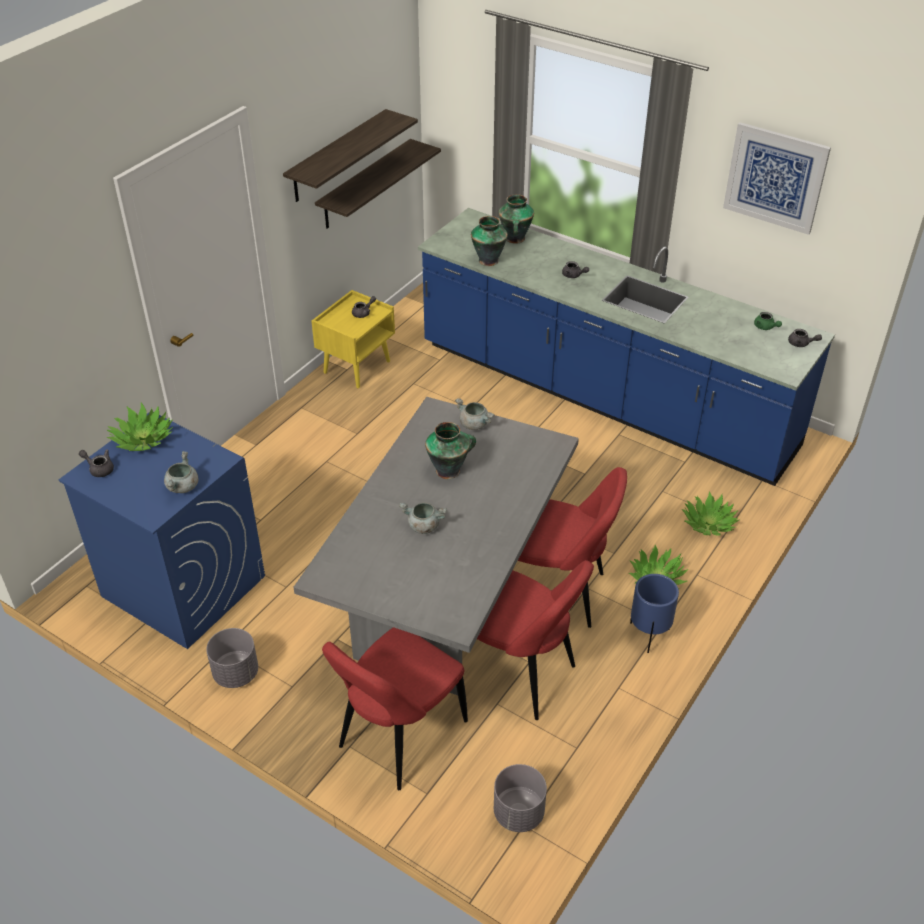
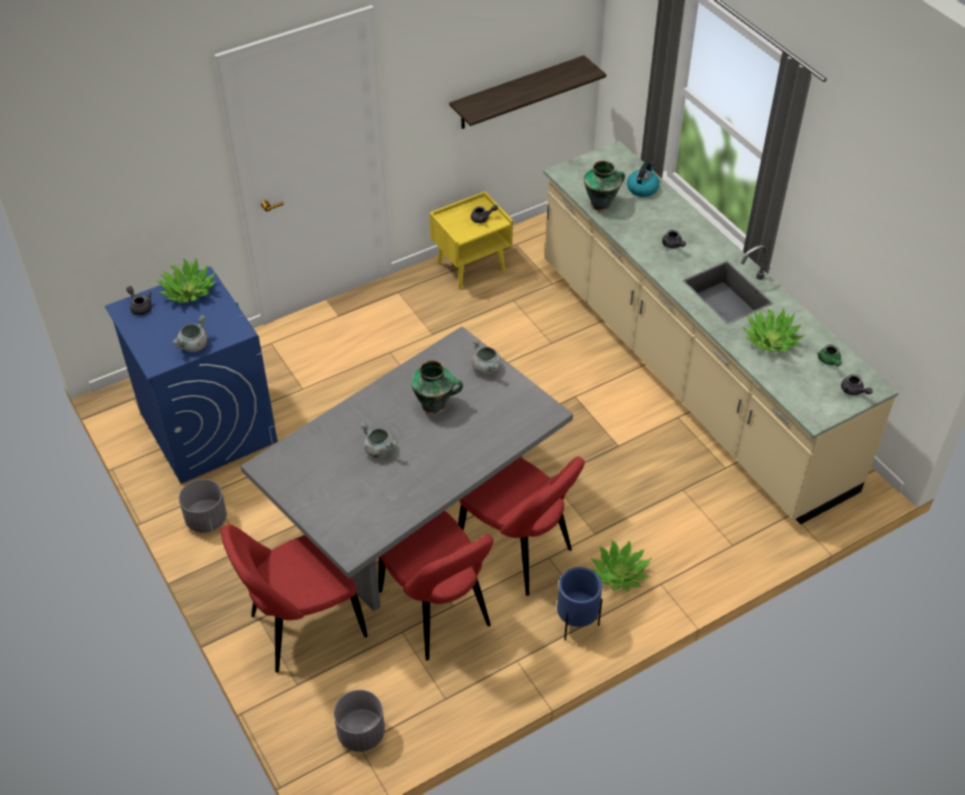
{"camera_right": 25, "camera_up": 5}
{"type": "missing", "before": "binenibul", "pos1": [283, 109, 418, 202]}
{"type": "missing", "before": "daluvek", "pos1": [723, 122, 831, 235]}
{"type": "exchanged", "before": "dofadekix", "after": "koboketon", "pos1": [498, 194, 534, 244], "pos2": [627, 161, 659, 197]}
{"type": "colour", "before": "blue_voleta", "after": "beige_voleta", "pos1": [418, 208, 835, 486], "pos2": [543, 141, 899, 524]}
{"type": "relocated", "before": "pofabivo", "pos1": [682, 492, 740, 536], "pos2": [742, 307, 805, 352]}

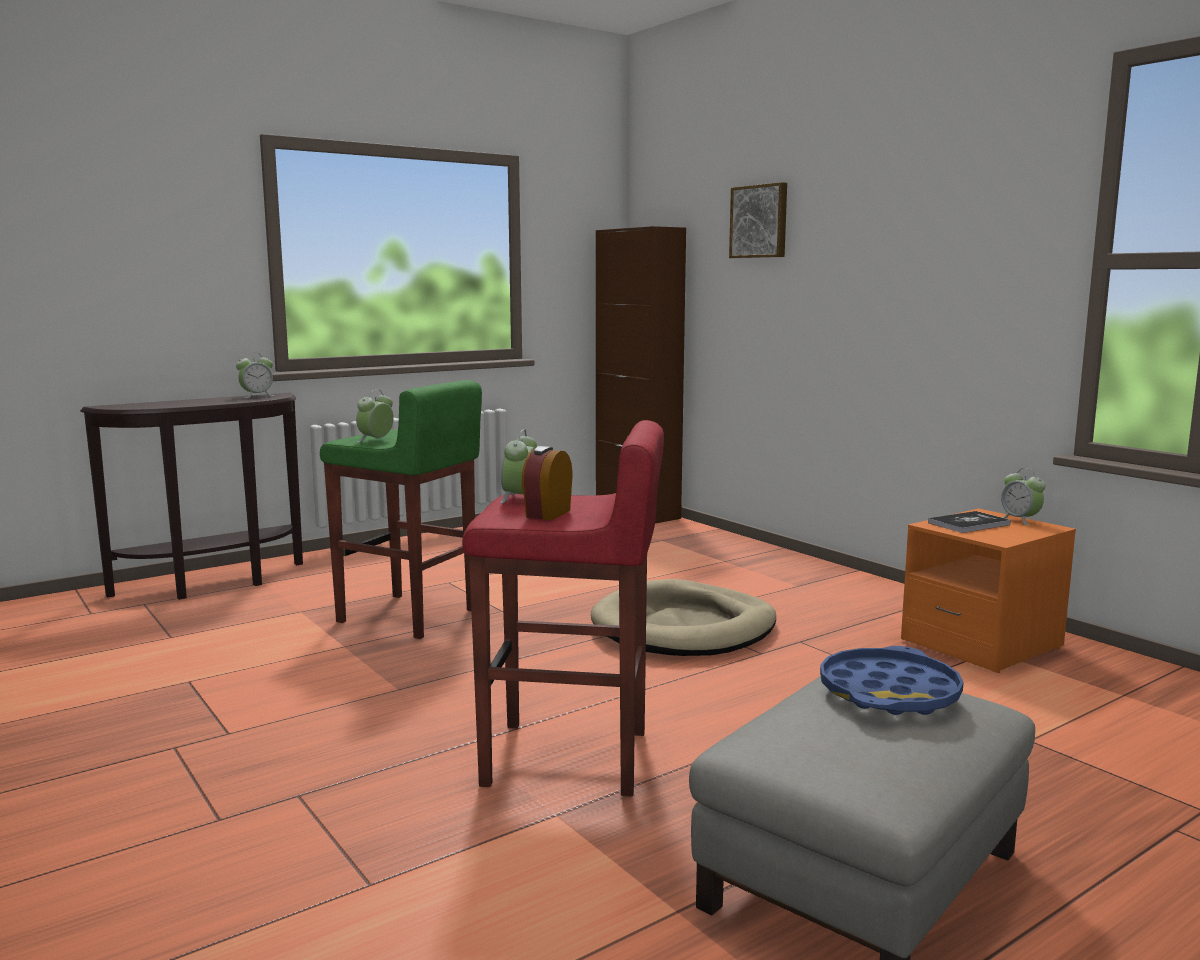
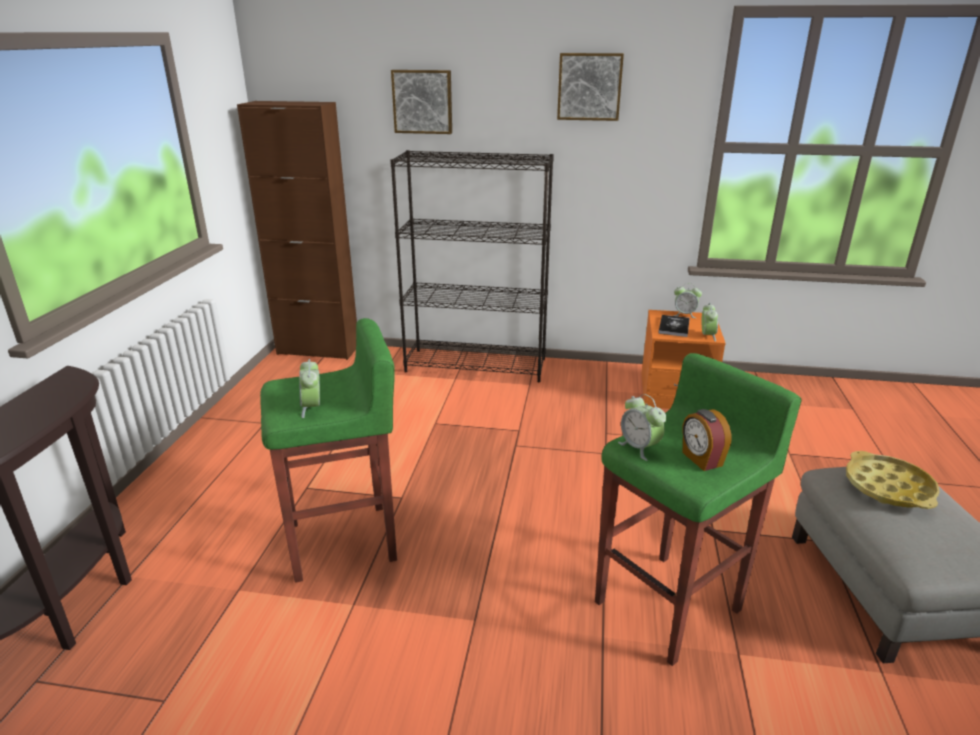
{"camera_right": -45, "camera_up": 15}
{"type": "relocated", "before": "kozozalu", "pos1": [236, 352, 273, 398], "pos2": [702, 303, 718, 342]}
{"type": "colour", "before": "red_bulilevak", "after": "green_bulilevak", "pos1": [462, 420, 664, 797], "pos2": [595, 353, 802, 666]}
{"type": "missing", "before": "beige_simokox", "pos1": [591, 579, 776, 656]}
{"type": "colour", "before": "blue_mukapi", "after": "yellow_mukapi", "pos1": [820, 646, 964, 715], "pos2": [846, 451, 940, 509]}
{"type": "appeared", "after": "daluvek", "pos2": [557, 53, 624, 121]}
{"type": "appeared", "after": "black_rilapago", "pos2": [390, 150, 554, 382]}

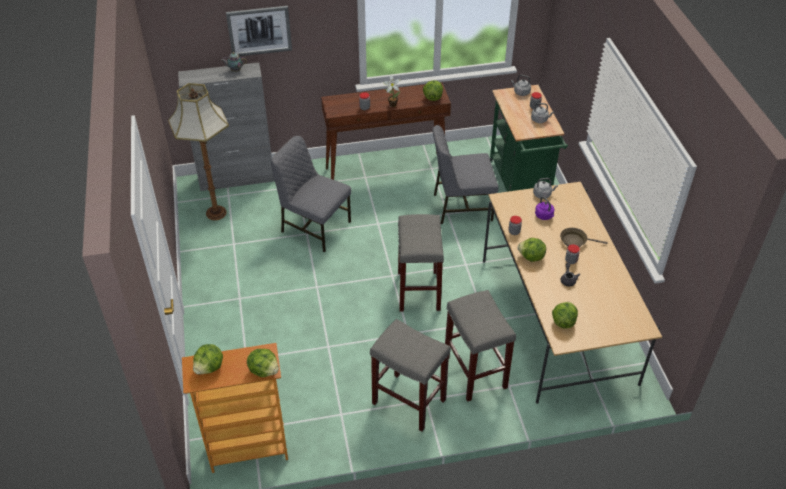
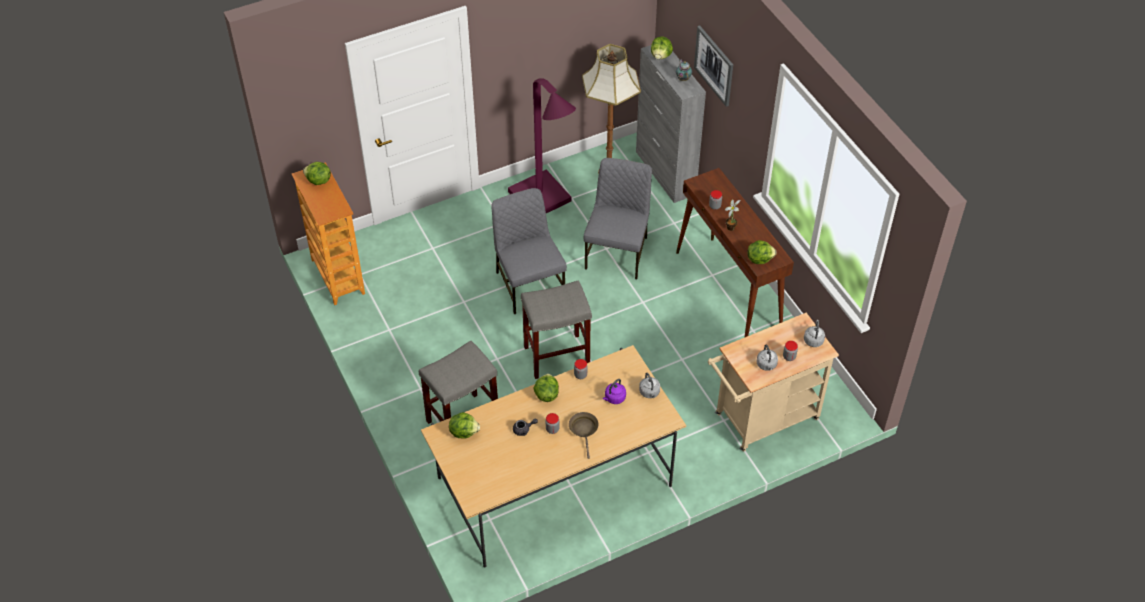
{"camera_right": 75, "camera_up": 5}
{"type": "colour", "before": "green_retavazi", "after": "beige_retavazi", "pos1": [490, 85, 568, 192], "pos2": [708, 313, 839, 452]}
{"type": "relocated", "before": "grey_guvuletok", "pos1": [433, 125, 499, 224], "pos2": [491, 188, 567, 314]}
{"type": "missing", "before": "grey_bulilevak", "pos1": [370, 319, 451, 431]}
{"type": "relocated", "before": "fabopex", "pos1": [247, 349, 279, 377], "pos2": [651, 36, 673, 60]}
{"type": "appeared", "after": "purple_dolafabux", "pos2": [508, 78, 576, 213]}

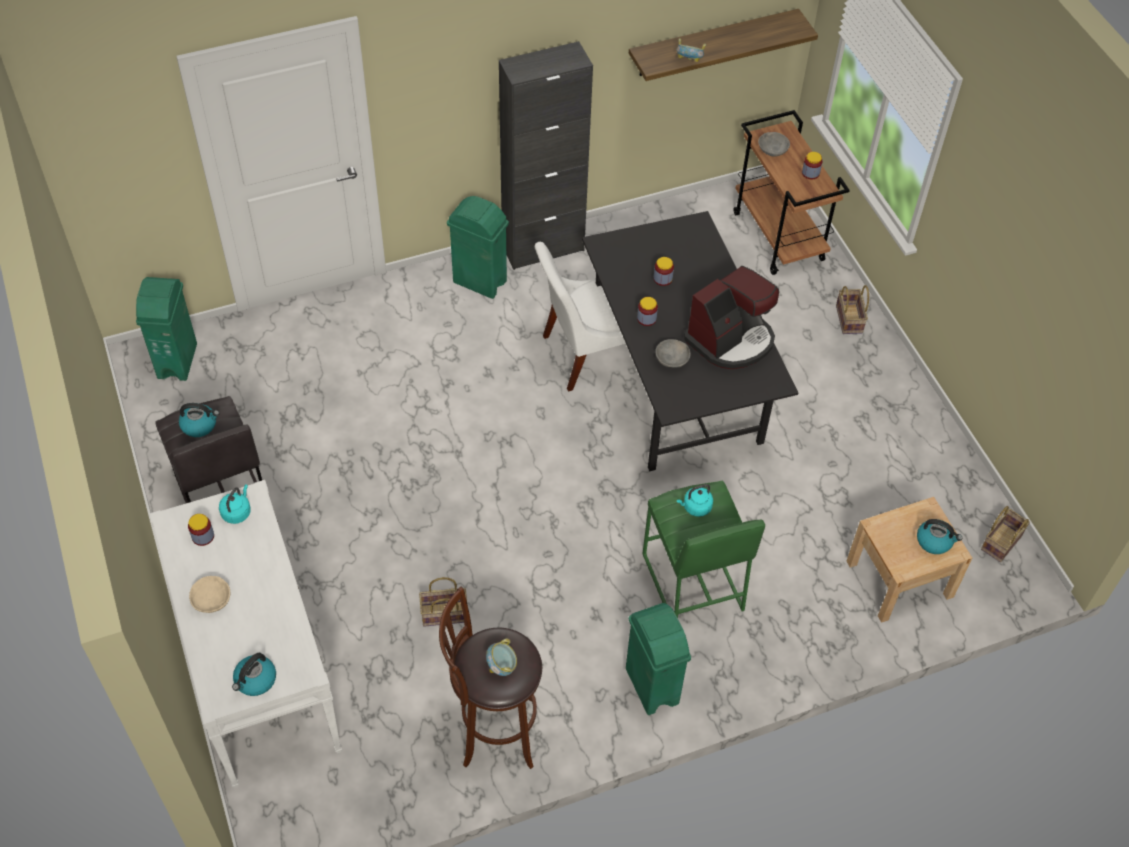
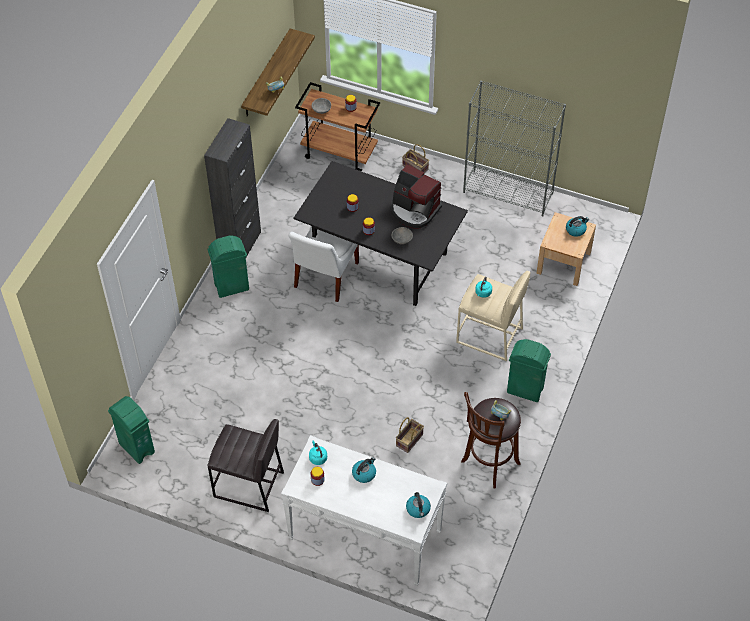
{"camera_right": -45, "camera_up": 0}
{"type": "spun", "before": "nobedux", "pos1": [684, 266, 779, 369], "pos2": [391, 165, 442, 228], "turn": 120}
{"type": "relocated", "before": "koboketon", "pos1": [179, 403, 220, 437], "pos2": [352, 457, 376, 483]}
{"type": "colour", "before": "green_bulilevak", "after": "beige_bulilevak", "pos1": [642, 481, 765, 618], "pos2": [456, 271, 531, 361]}
{"type": "missing", "before": "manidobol", "pos1": [981, 506, 1030, 562]}
{"type": "missing", "before": "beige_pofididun", "pos1": [189, 576, 230, 613]}
{"type": "appeared", "after": "grey_rilapago", "pos2": [463, 80, 566, 217]}

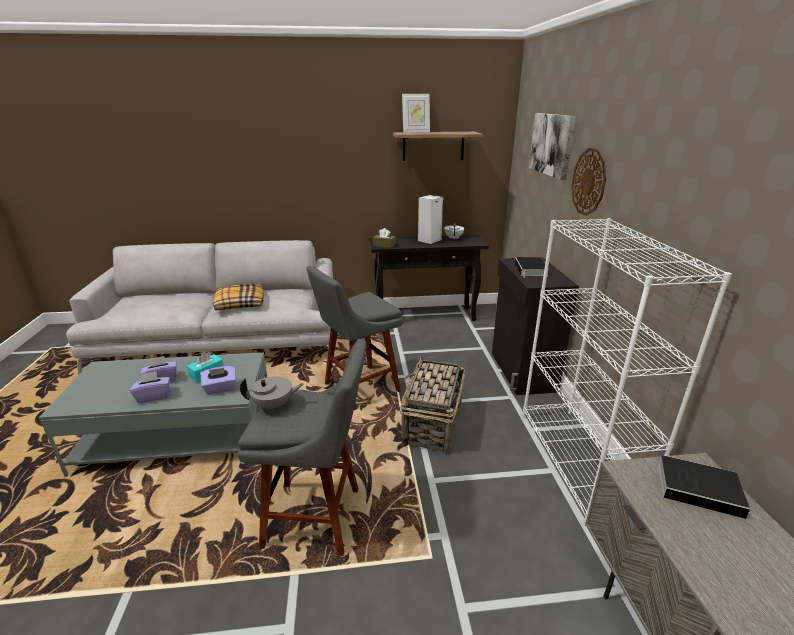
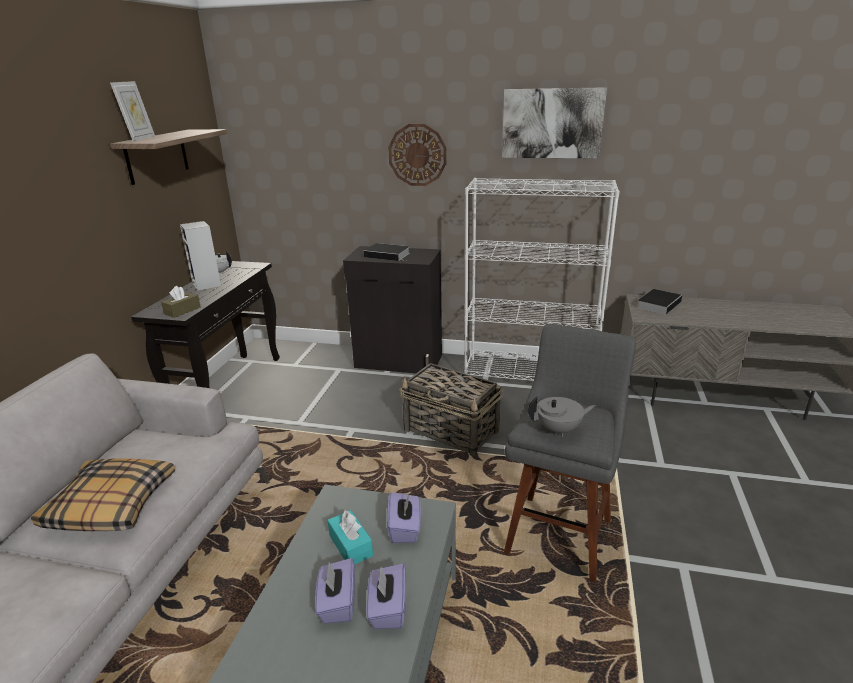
{"camera_right": -70, "camera_up": 0}
{"type": "relocated", "before": "daluvek", "pos1": [529, 113, 576, 180], "pos2": [502, 87, 607, 159]}
{"type": "missing", "before": "grey_bulilevak", "pos1": [306, 266, 403, 410]}
{"type": "spun", "before": "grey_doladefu", "pos1": [240, 376, 304, 412], "pos2": [528, 397, 595, 437], "turn": 75}

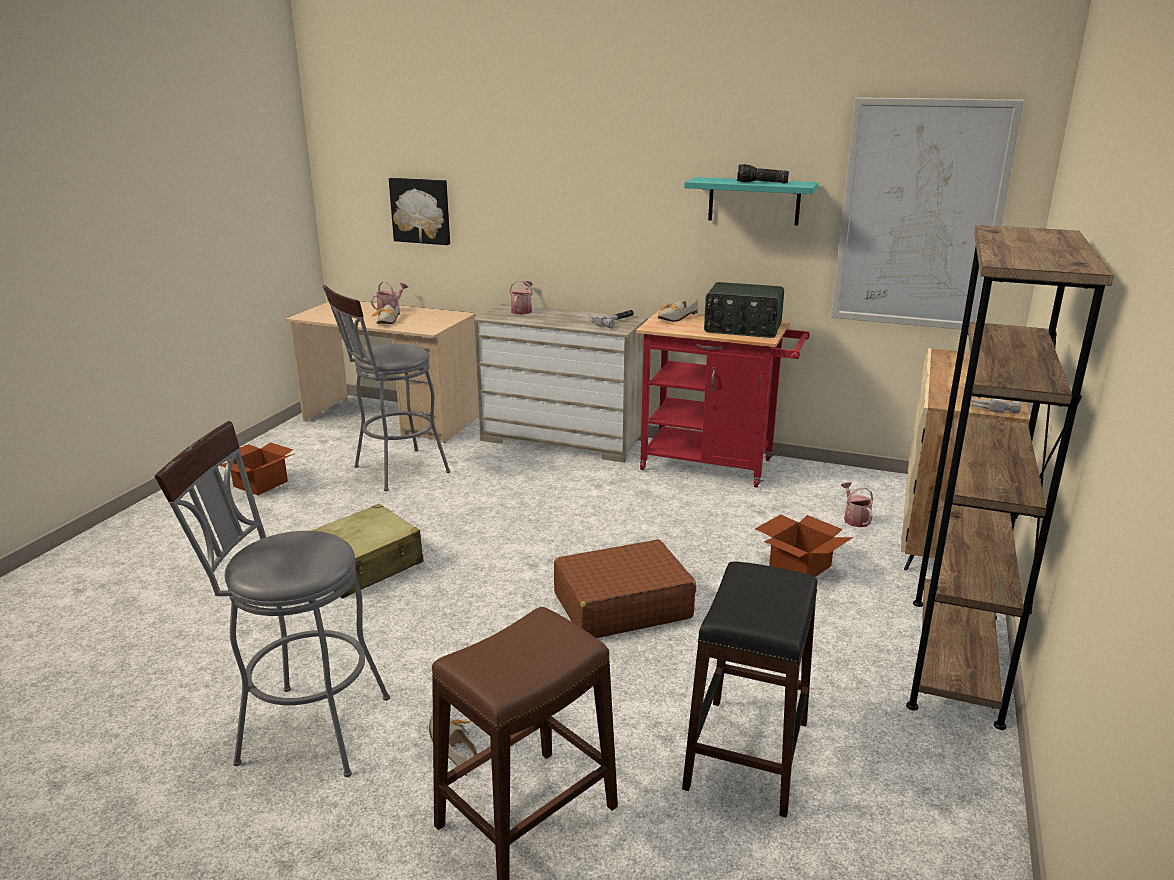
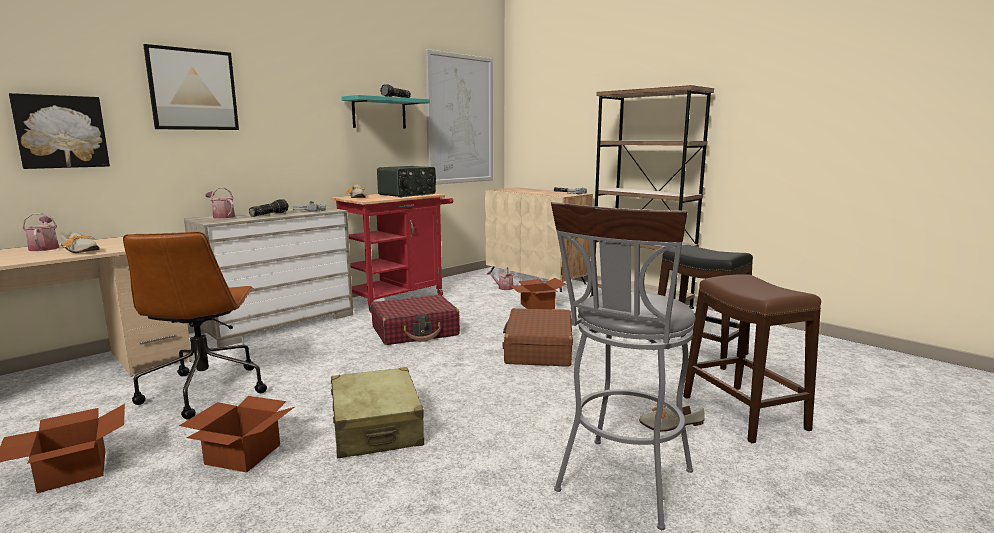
{"camera_right": -65, "camera_up": -10}
{"type": "exchanged", "before": "grey_bulilevak", "after": "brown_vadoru", "pos1": [323, 285, 450, 491], "pos2": [123, 232, 267, 420]}
{"type": "appeared", "after": "daluvek", "pos2": [143, 44, 239, 130]}
{"type": "appeared", "after": "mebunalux", "pos2": [249, 199, 289, 217]}
{"type": "appeared", "after": "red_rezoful", "pos2": [371, 295, 460, 345]}
{"type": "appeared", "after": "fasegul", "pos2": [179, 396, 294, 472]}

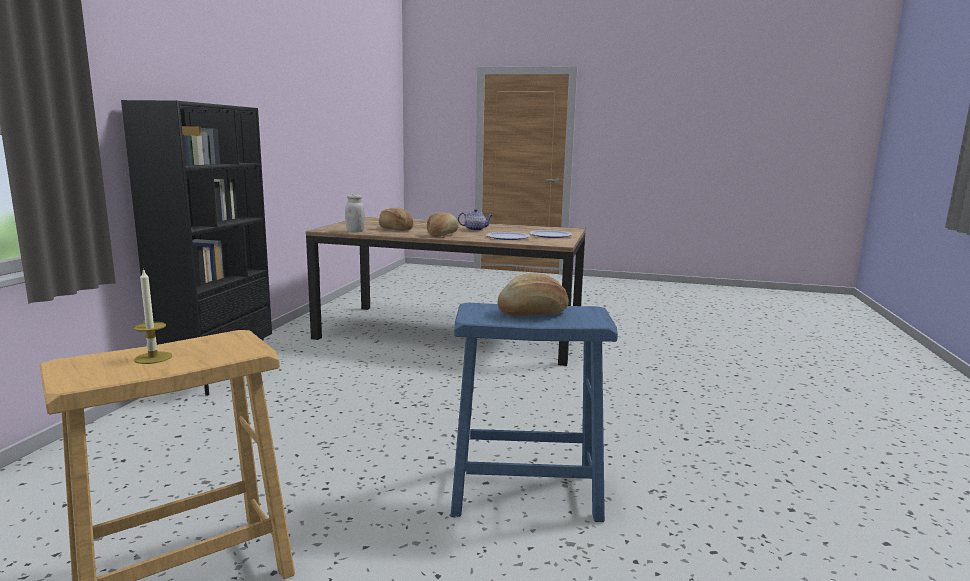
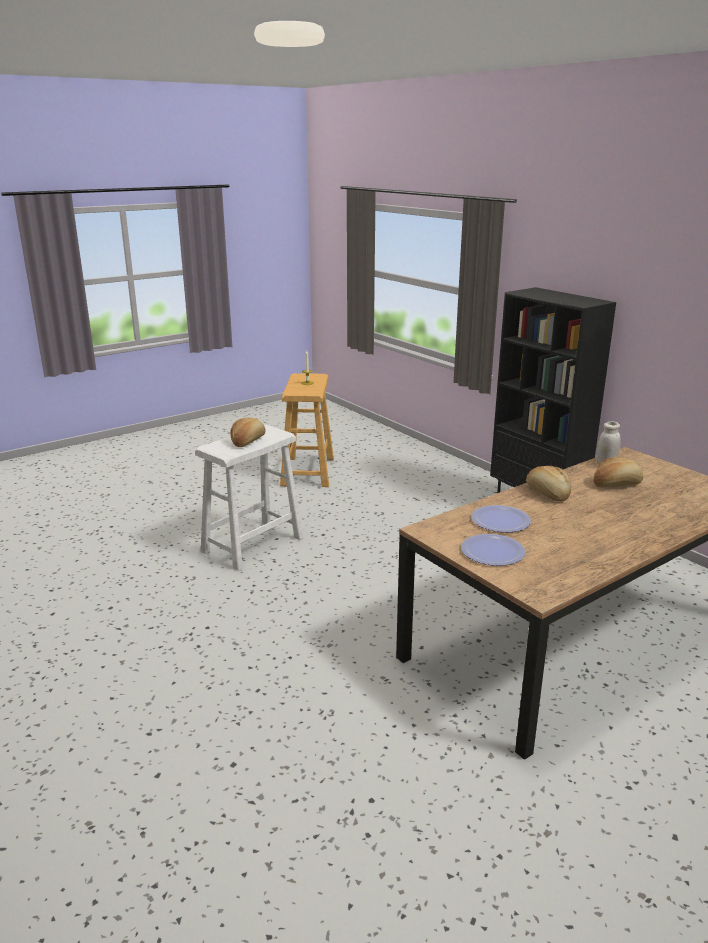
{"camera_right": 130, "camera_up": 10}
{"type": "missing", "before": "doladefu", "pos1": [458, 209, 493, 231]}
{"type": "colour", "before": "blue_bulilevak", "after": "white_bulilevak", "pos1": [451, 303, 618, 522], "pos2": [195, 425, 303, 571]}

